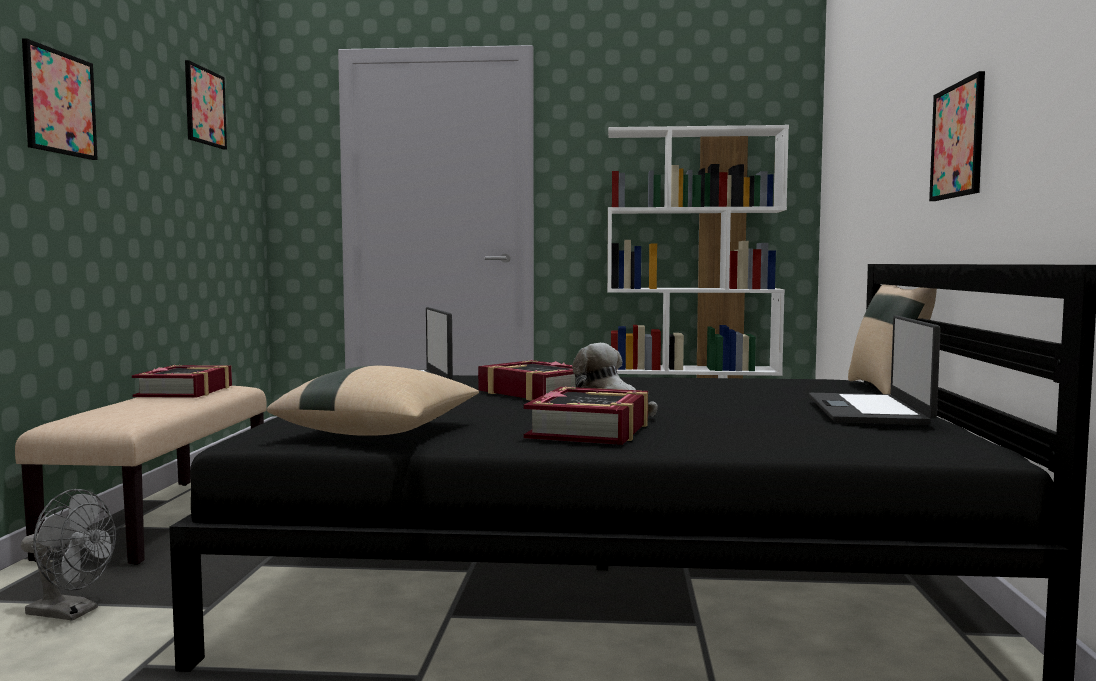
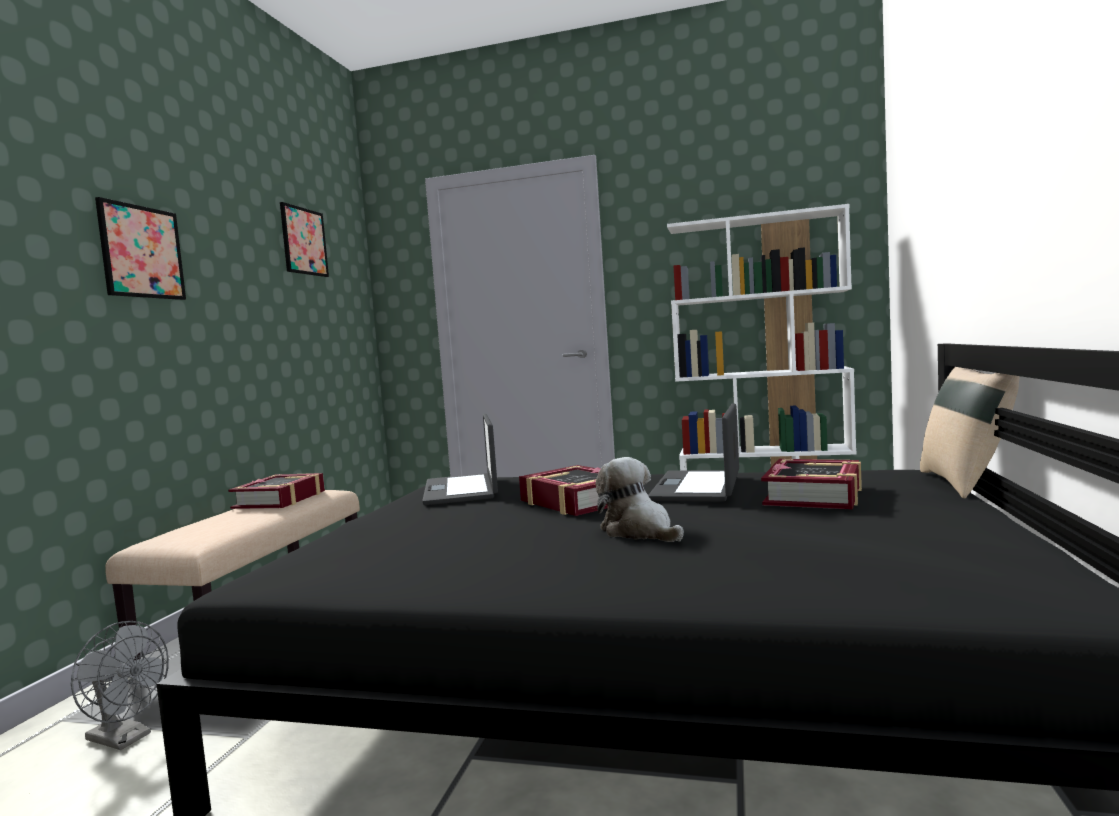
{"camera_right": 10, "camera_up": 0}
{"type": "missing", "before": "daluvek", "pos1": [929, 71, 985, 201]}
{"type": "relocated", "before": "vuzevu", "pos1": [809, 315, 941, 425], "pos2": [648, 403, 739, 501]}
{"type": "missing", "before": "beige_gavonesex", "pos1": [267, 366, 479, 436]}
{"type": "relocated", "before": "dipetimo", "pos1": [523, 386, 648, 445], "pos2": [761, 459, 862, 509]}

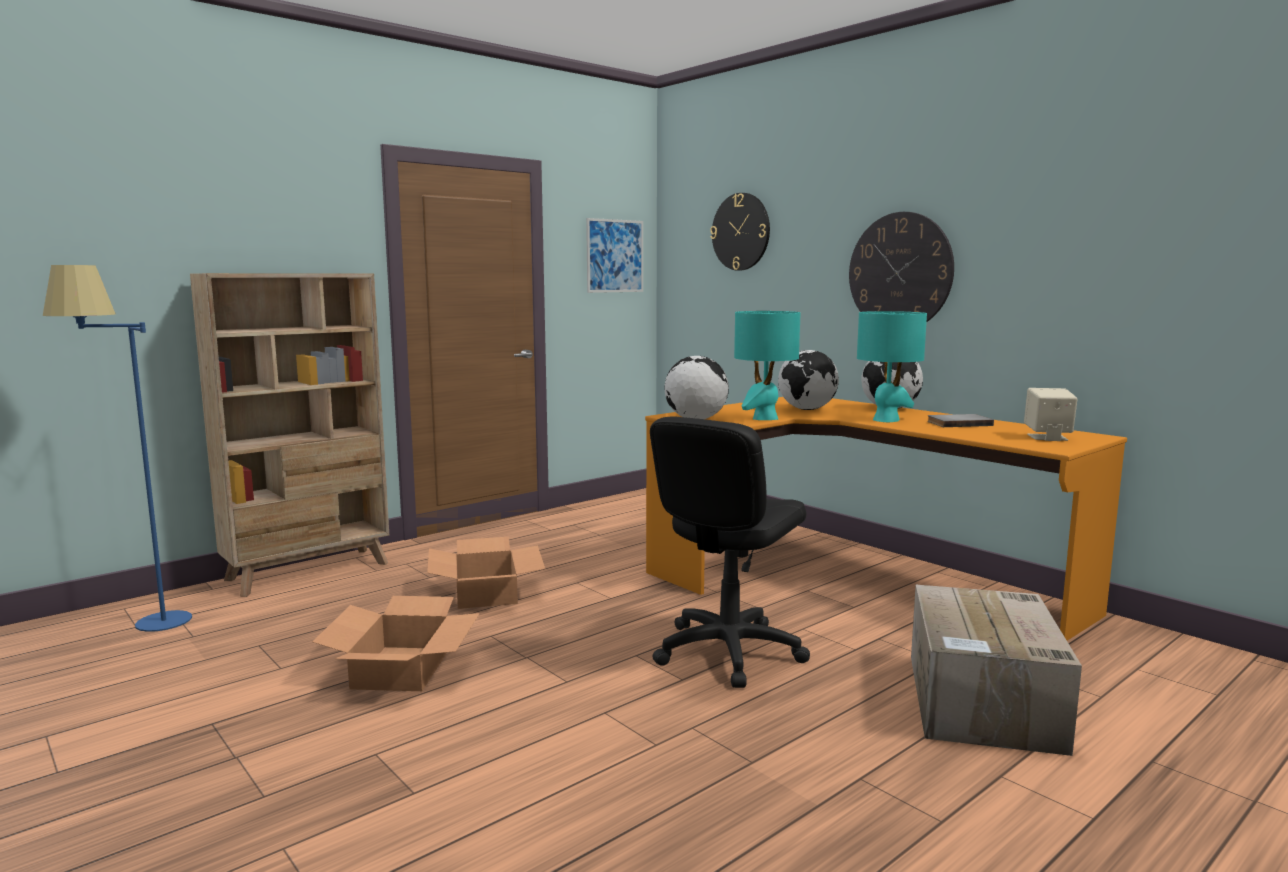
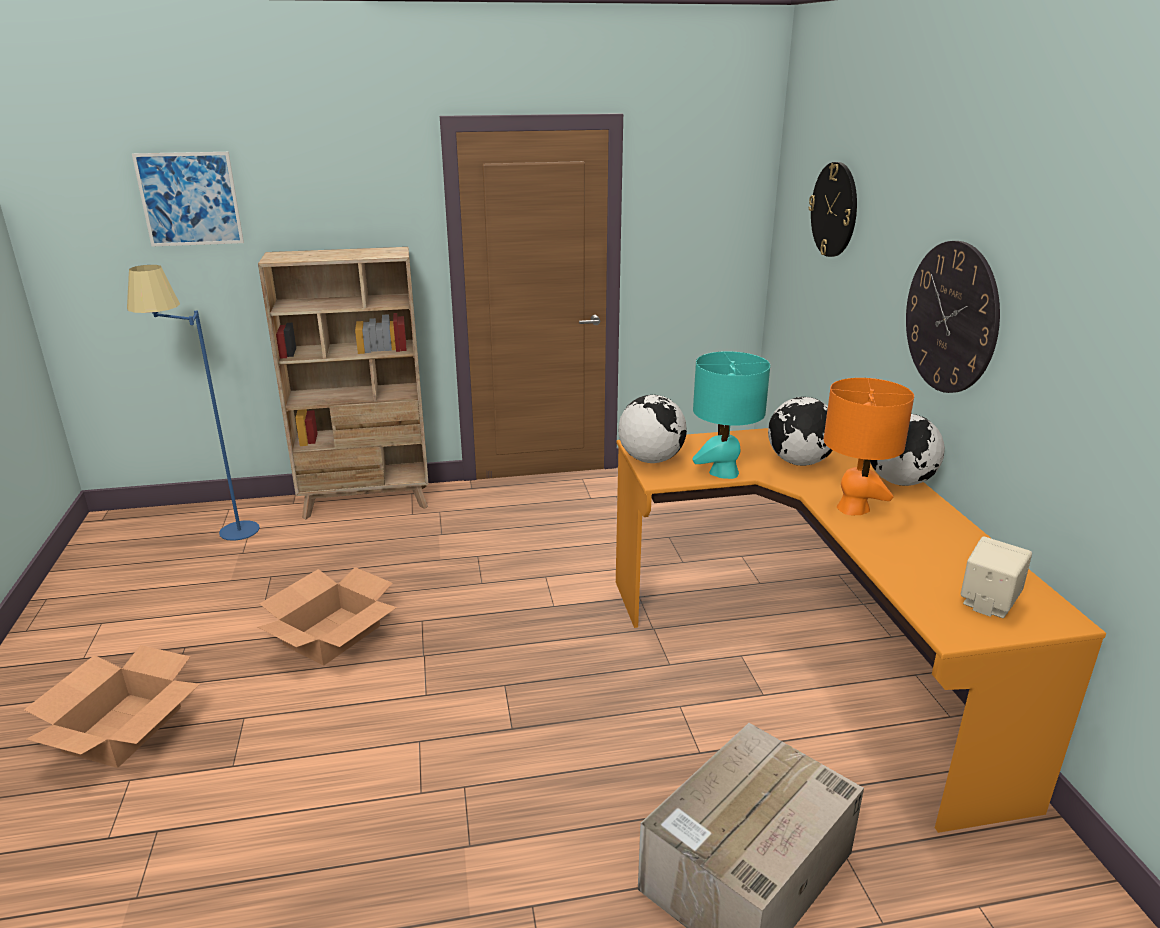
{"camera_right": 30, "camera_up": 15}
{"type": "relocated", "before": "daluvek", "pos1": [586, 218, 643, 293], "pos2": [132, 152, 244, 247]}
{"type": "colour", "before": "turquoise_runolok", "after": "orange_runolok", "pos1": [857, 311, 927, 422], "pos2": [824, 378, 914, 515]}
{"type": "missing", "before": "grey_dipetimo", "pos1": [927, 414, 994, 427]}
{"type": "missing", "before": "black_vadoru", "pos1": [650, 416, 810, 688]}
{"type": "relocated", "before": "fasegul", "pos1": [427, 537, 545, 609], "pos2": [24, 645, 200, 768]}

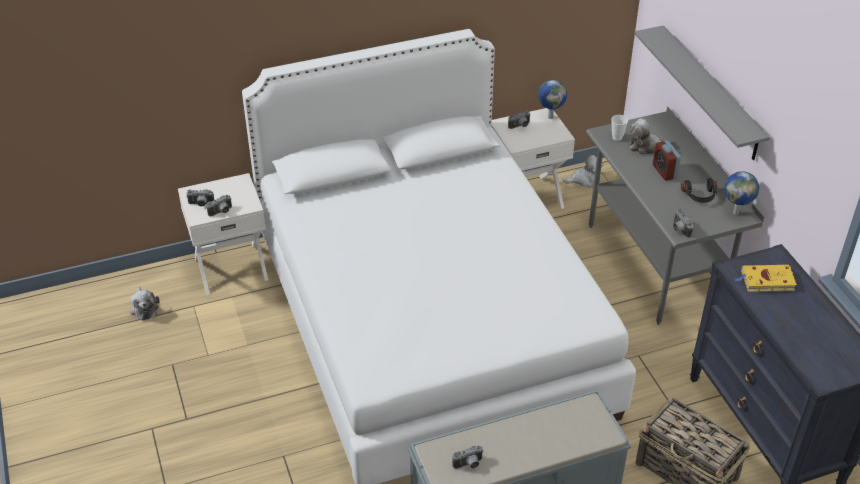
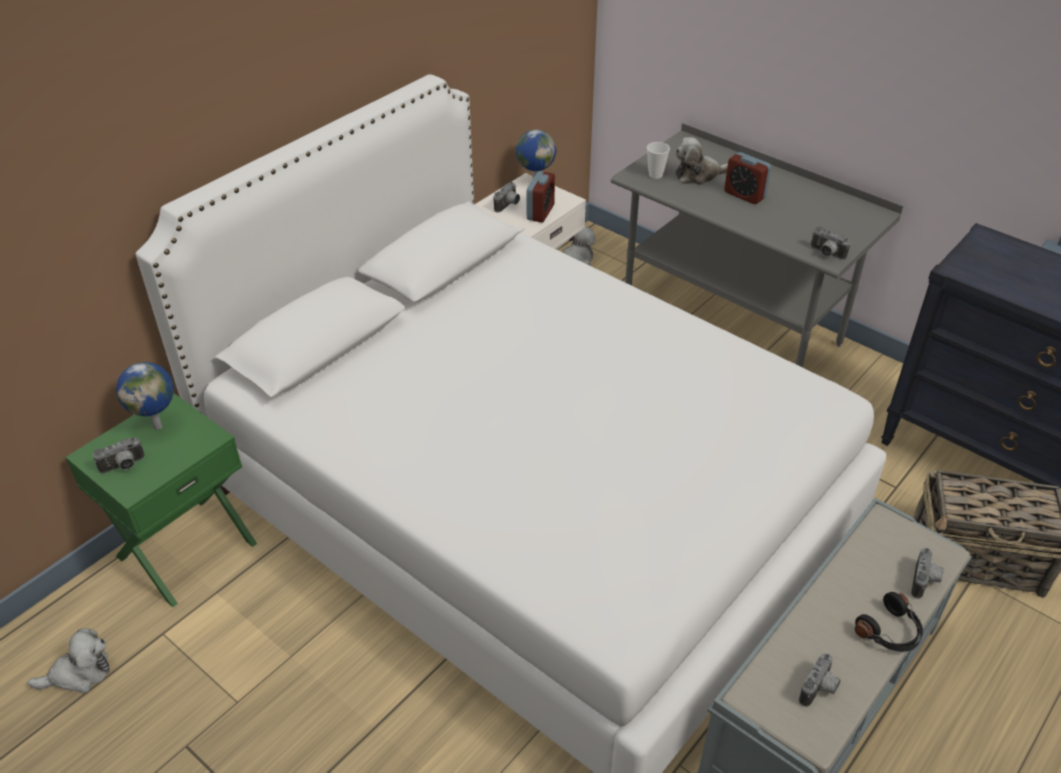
{"camera_right": -30, "camera_up": 0}
{"type": "missing", "before": "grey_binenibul", "pos1": [635, 25, 770, 160]}
{"type": "relocated", "before": "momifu", "pos1": [724, 171, 759, 215], "pos2": [116, 362, 174, 430]}
{"type": "colour", "before": "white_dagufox", "after": "green_dagufox", "pos1": [178, 173, 268, 295], "pos2": [65, 393, 257, 607]}
{"type": "relocated", "before": "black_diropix", "pos1": [681, 178, 717, 203], "pos2": [855, 592, 923, 652]}
{"type": "relocated", "before": "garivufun", "pos1": [206, 195, 232, 217], "pos2": [911, 548, 944, 599]}
{"type": "missing", "before": "yellow_dipetimo", "pos1": [734, 265, 797, 292]}
{"type": "spun", "before": "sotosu", "pos1": [130, 287, 160, 321], "pos2": [28, 629, 110, 693], "turn": -60}
{"type": "appeared", "after": "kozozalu", "pos2": [527, 171, 555, 223]}

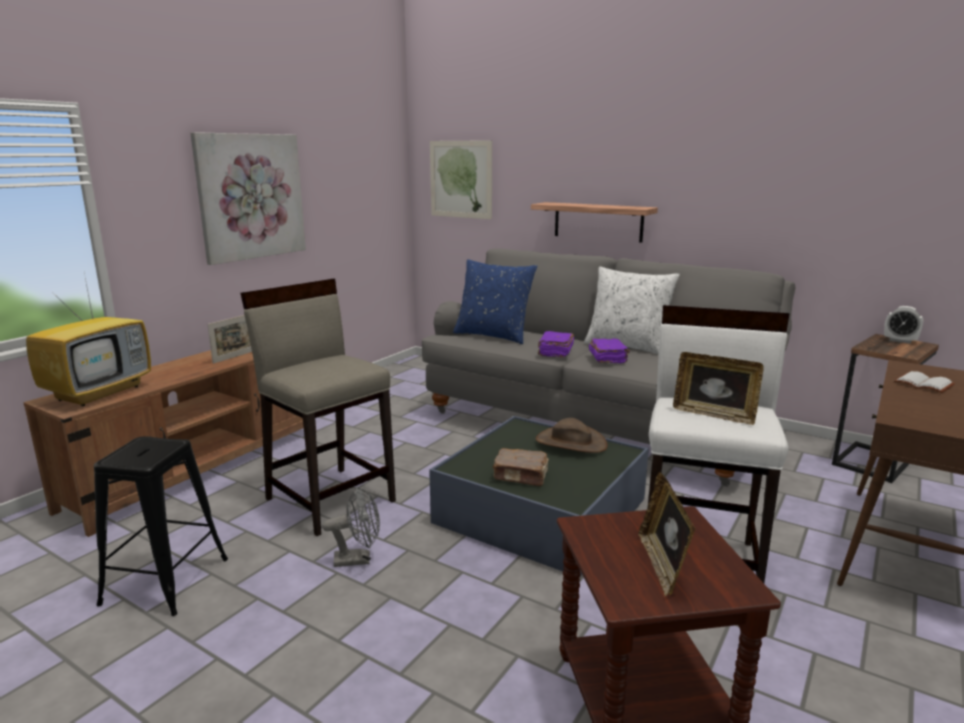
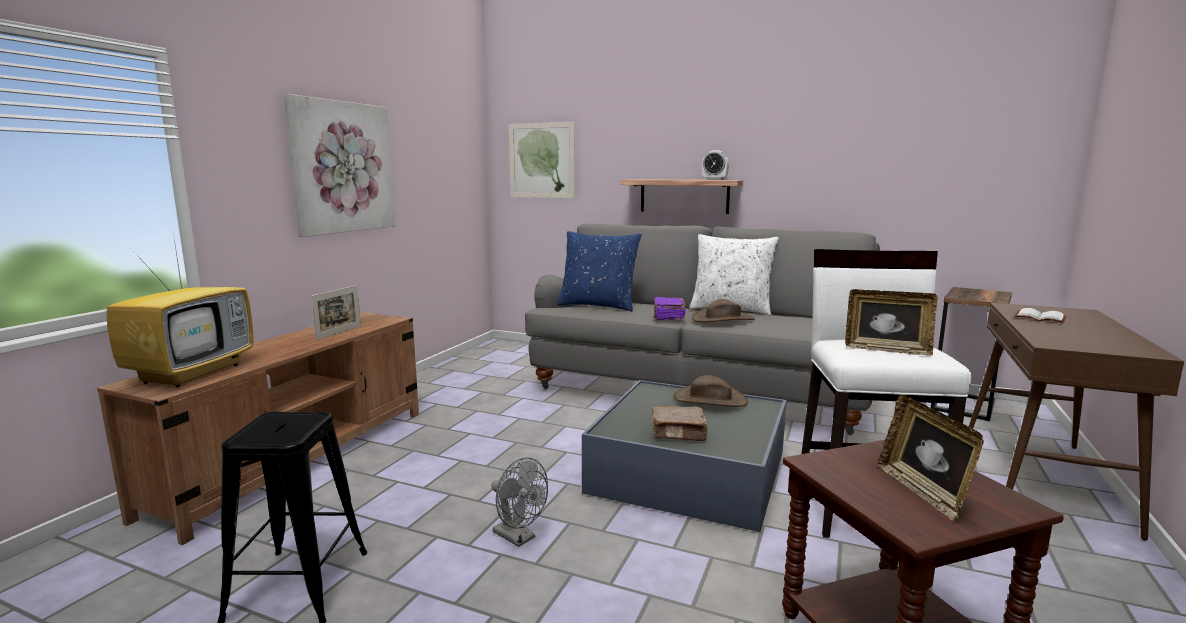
{"camera_right": -10, "camera_up": -5}
{"type": "missing", "before": "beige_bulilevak", "pos1": [240, 279, 396, 536]}
{"type": "relocated", "before": "kozozalu", "pos1": [884, 306, 923, 344], "pos2": [702, 150, 729, 180]}
{"type": "exchanged", "before": "purple_dipetimo", "after": "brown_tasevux", "pos1": [589, 338, 630, 363], "pos2": [692, 299, 755, 322]}
{"type": "spun", "before": "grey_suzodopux", "pos1": [322, 487, 380, 567], "pos2": [491, 457, 548, 547], "turn": 60}

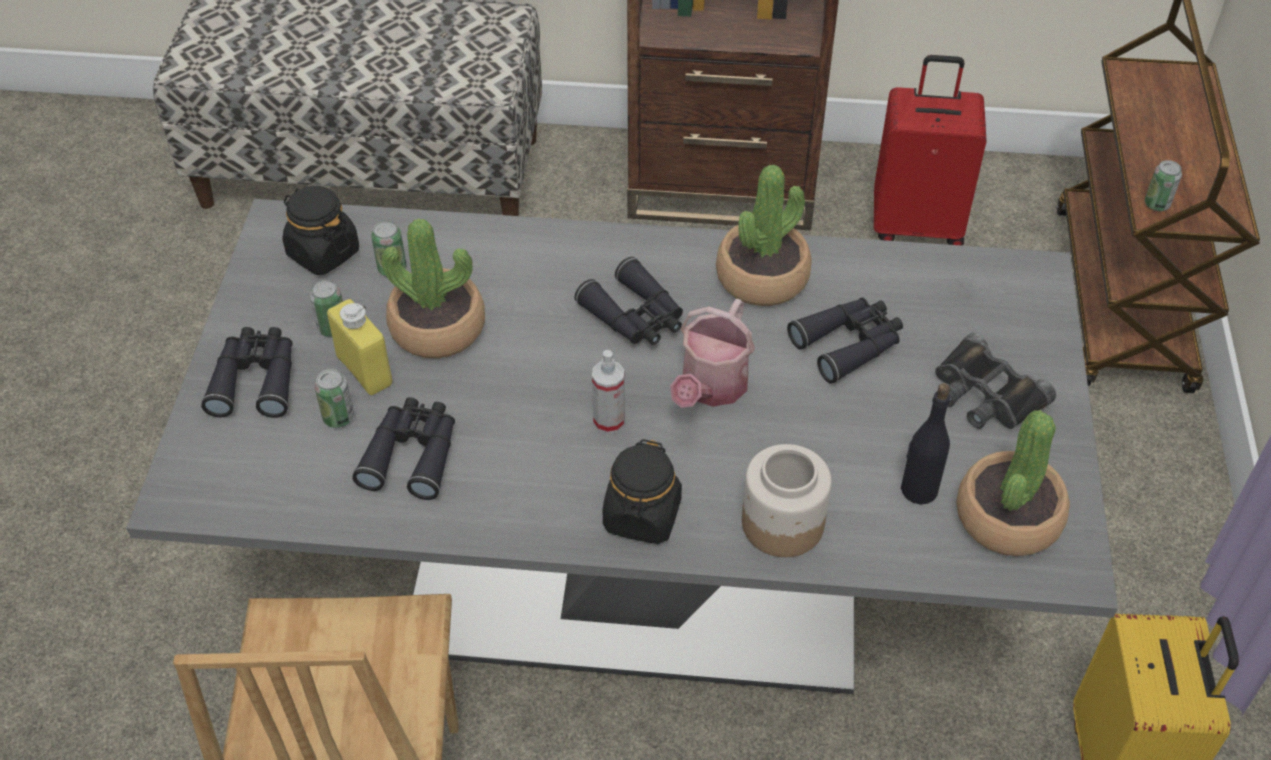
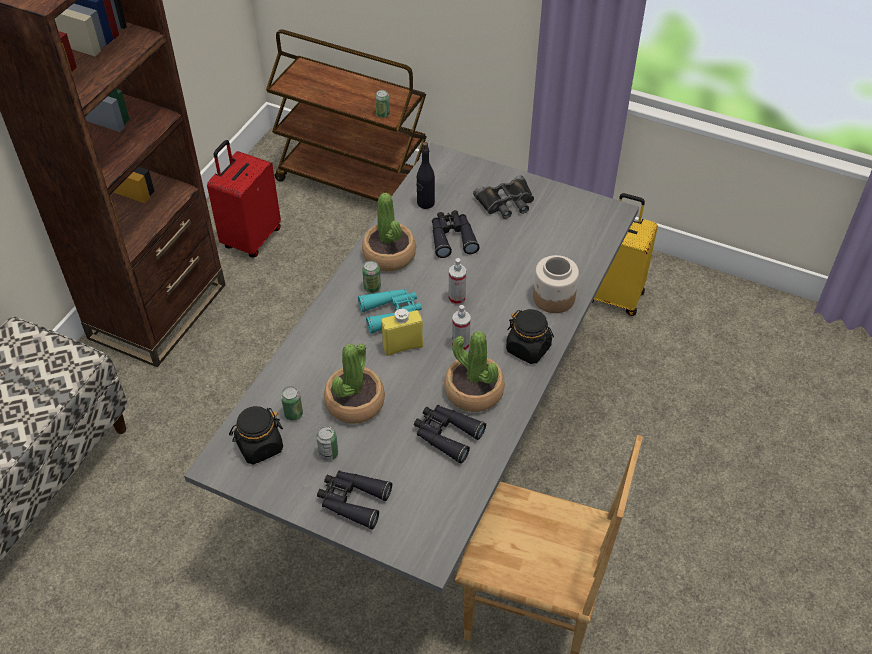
{"camera_right": -70, "camera_up": 0}
{"type": "colour", "before": "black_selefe", "after": "turquoise_selefe", "pos1": [575, 257, 683, 345], "pos2": [358, 289, 422, 334]}
{"type": "exchanged", "before": "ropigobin", "after": "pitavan", "pos1": [670, 298, 755, 408], "pos2": [448, 258, 466, 305]}
{"type": "relocated", "before": "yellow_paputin", "pos1": [327, 299, 392, 395], "pos2": [381, 308, 423, 356]}
{"type": "relocated", "before": "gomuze", "pos1": [314, 369, 354, 428], "pos2": [362, 260, 381, 293]}
{"type": "relocated", "before": "black_paputin", "pos1": [901, 383, 950, 505], "pos2": [416, 142, 435, 209]}
{"type": "relocated", "before": "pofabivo", "pos1": [956, 410, 1070, 556], "pos2": [444, 331, 505, 412]}

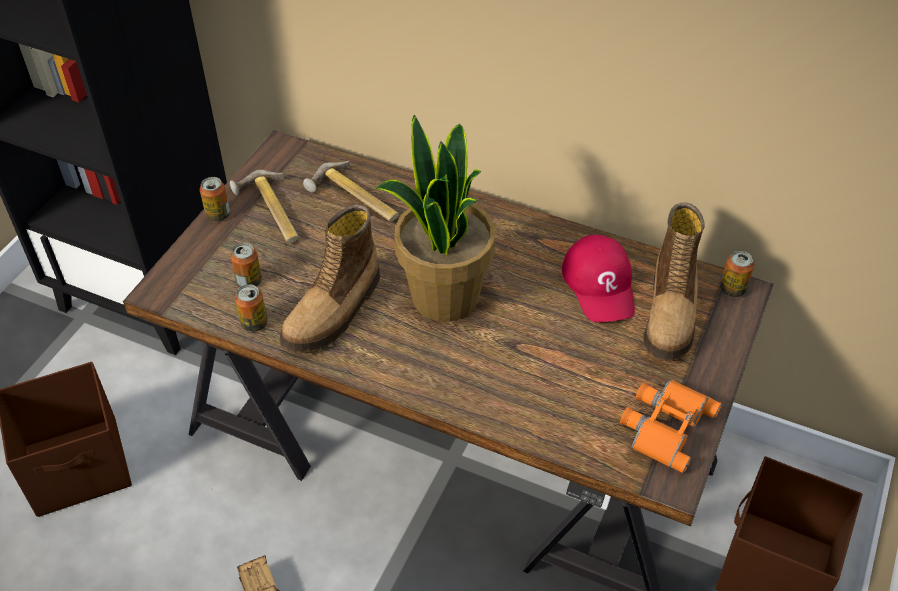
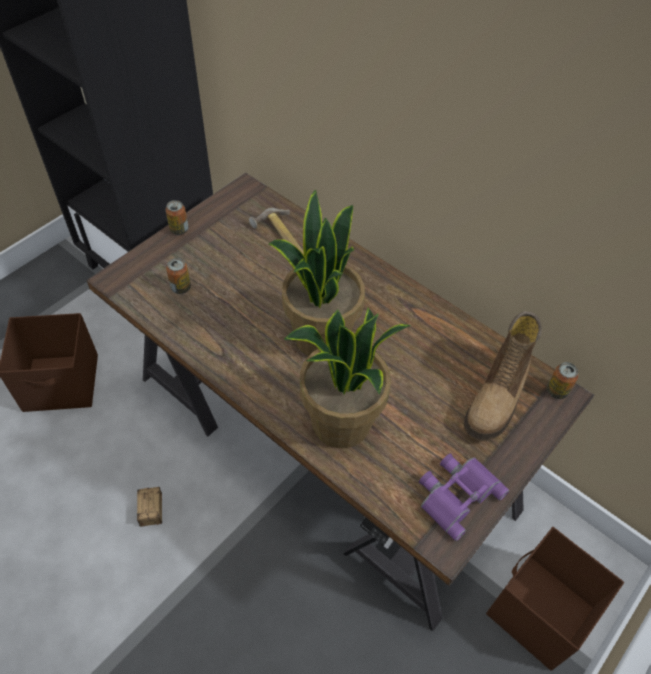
{"camera_right": 15, "camera_up": 5}
{"type": "missing", "before": "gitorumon", "pos1": [230, 170, 299, 243]}
{"type": "missing", "before": "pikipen", "pos1": [280, 205, 380, 353]}
{"type": "missing", "before": "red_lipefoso", "pos1": [562, 235, 635, 322]}
{"type": "missing", "before": "gomuze", "pos1": [235, 284, 268, 332]}
{"type": "colour", "before": "orange_selefe", "after": "purple_selefe", "pos1": [620, 380, 722, 473], "pos2": [419, 454, 509, 541]}
{"type": "appeared", "after": "pofabivo", "pos2": [284, 307, 411, 448]}

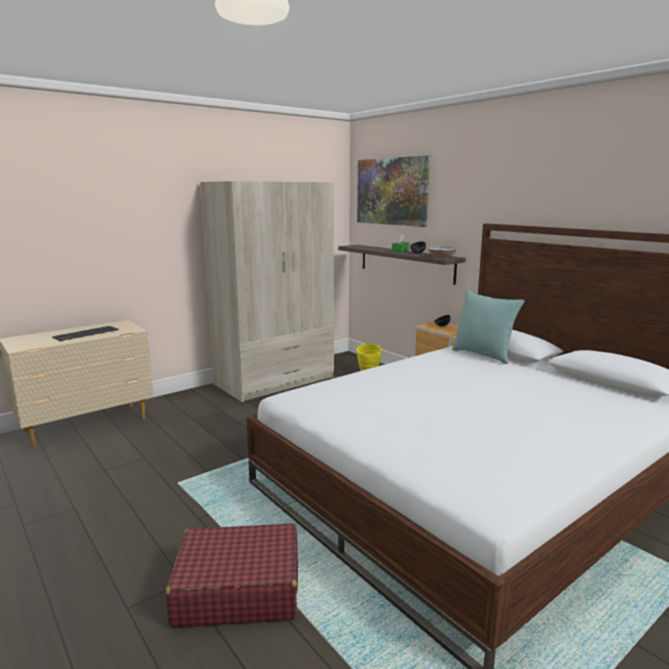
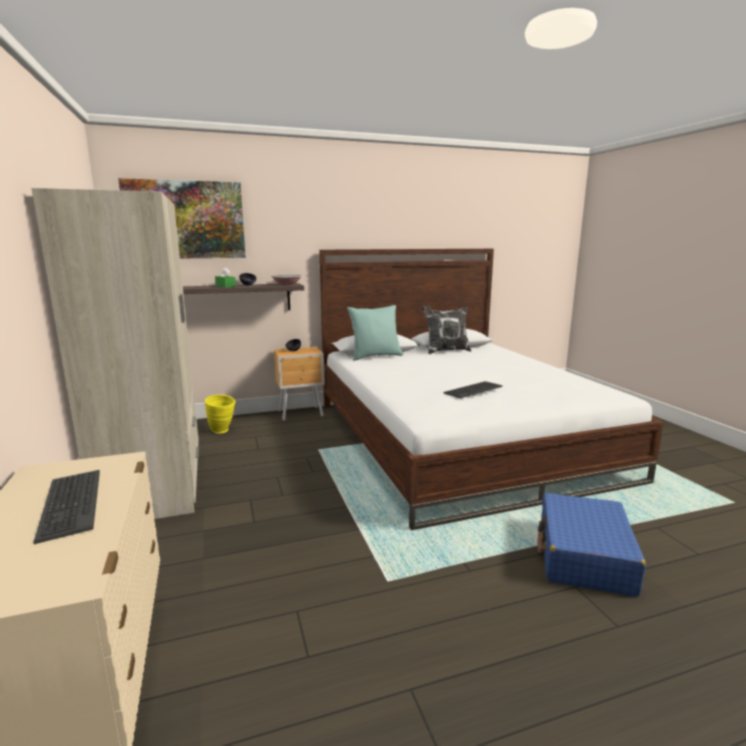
{"camera_right": -70, "camera_up": 0}
{"type": "colour", "before": "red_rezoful", "after": "blue_rezoful", "pos1": [166, 523, 298, 628], "pos2": [537, 493, 646, 597]}
{"type": "appeared", "after": "gavonesex", "pos2": [422, 305, 471, 354]}
{"type": "appeared", "after": "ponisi", "pos2": [444, 381, 503, 398]}

